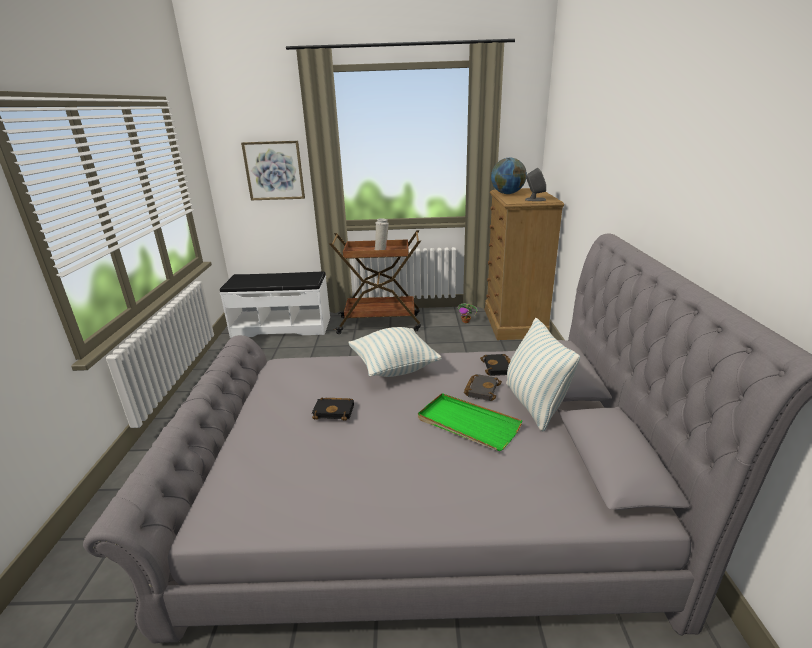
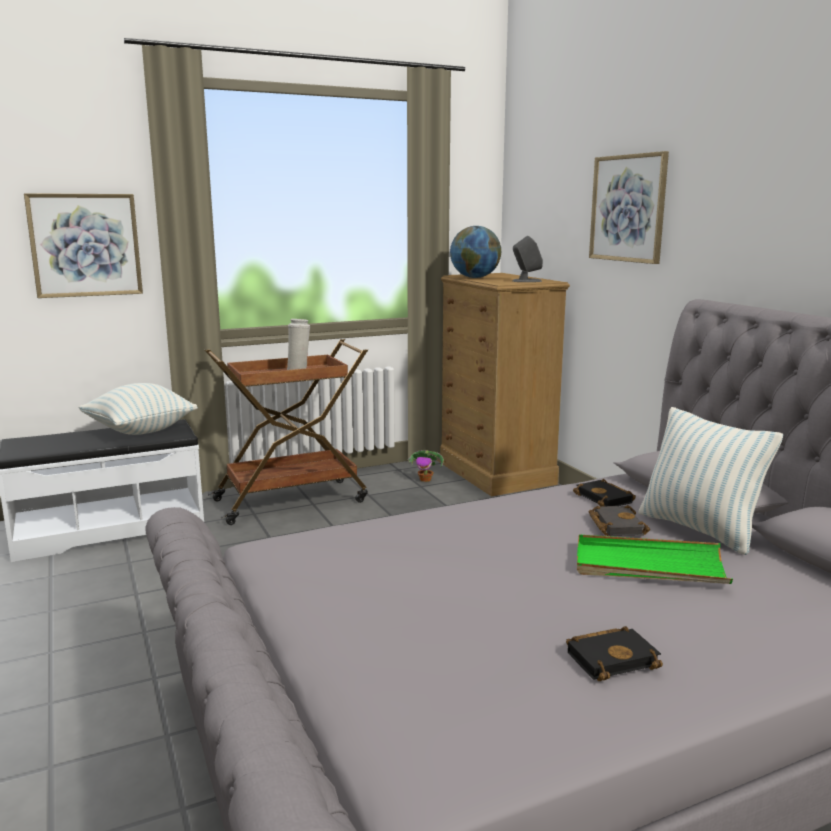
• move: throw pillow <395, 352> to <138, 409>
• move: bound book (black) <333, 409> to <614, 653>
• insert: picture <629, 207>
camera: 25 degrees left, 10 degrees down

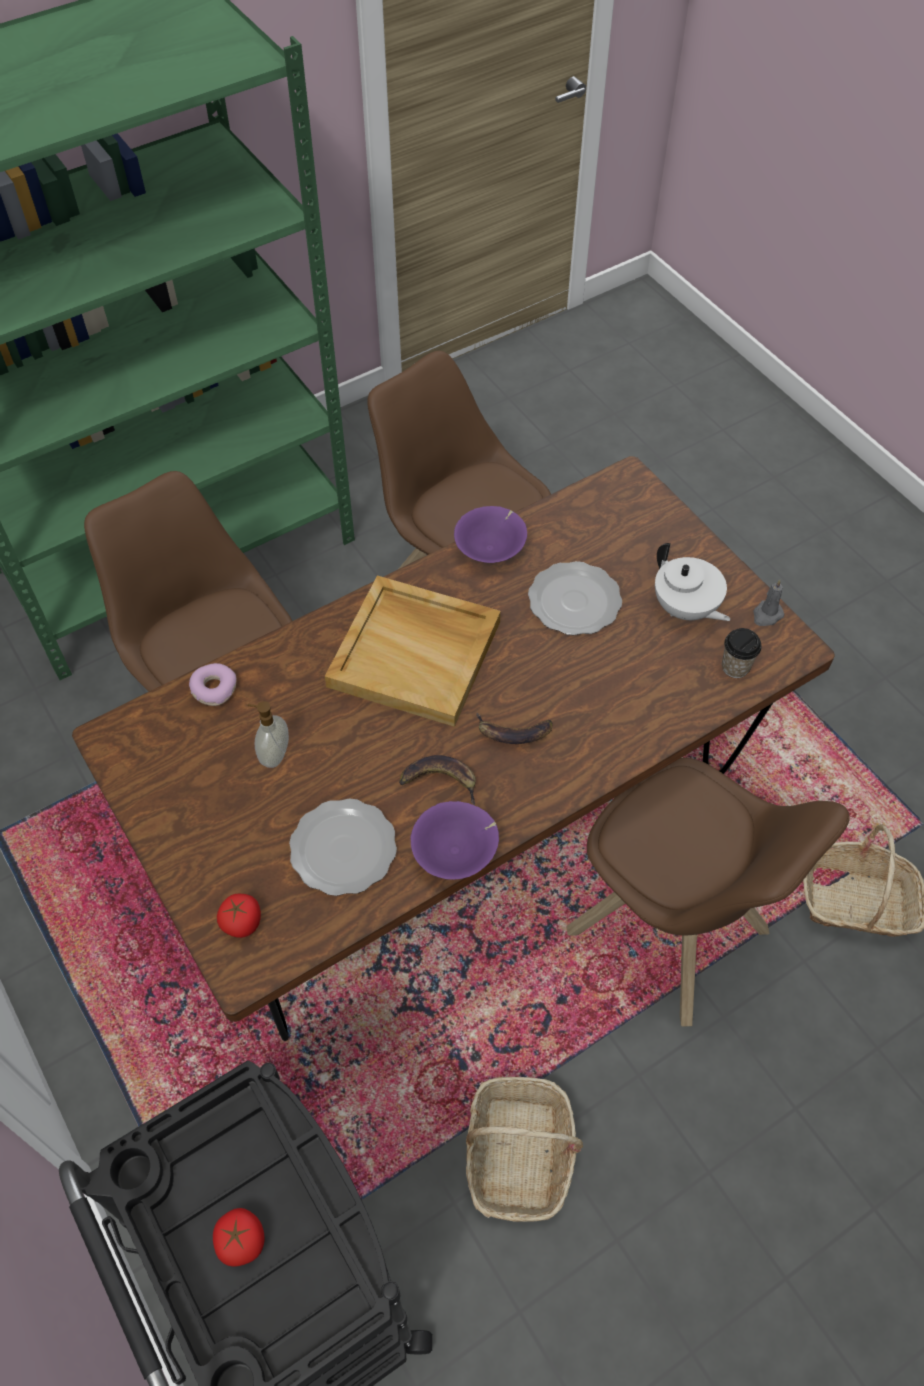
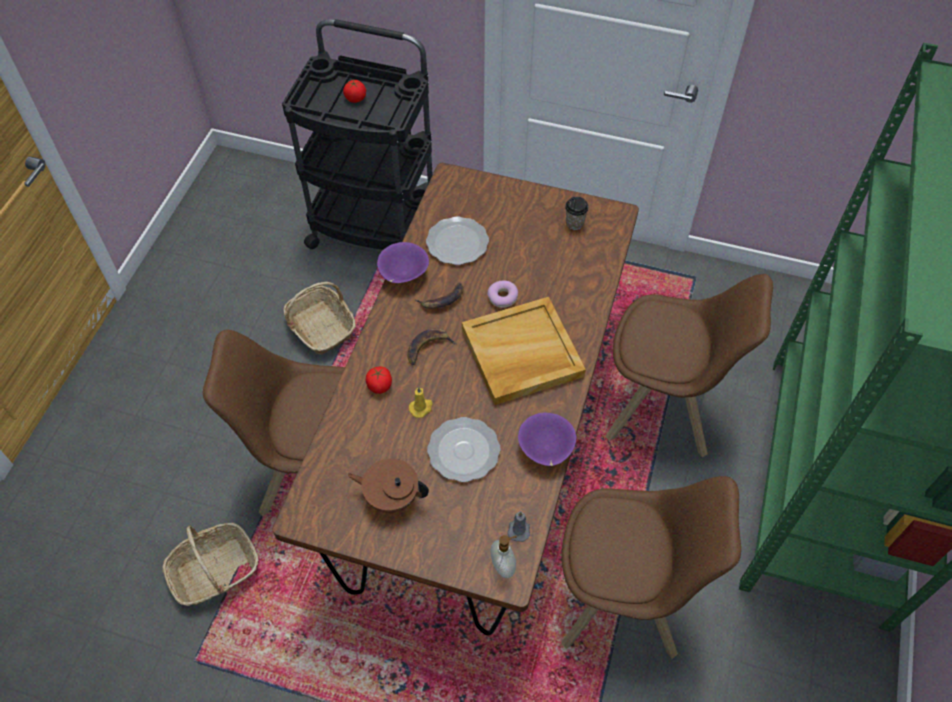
• recolor: tea pot (white) <692, 582> to tea pot (brown-coloured) <388, 486>
• move: wax candle (gray) <768, 603> to <518, 526>
• move: cup <742, 653> to <577, 213>
• move: doughnut <213, 684> to <502, 294>
• move: liquid soap bottle <268, 734> to <504, 556>
• move: fresh tomato <239, 916> to <379, 380>
• insert: wax candle (yellow-coloured) <421, 402>
camera: 140 degrees right, 0 degrees up

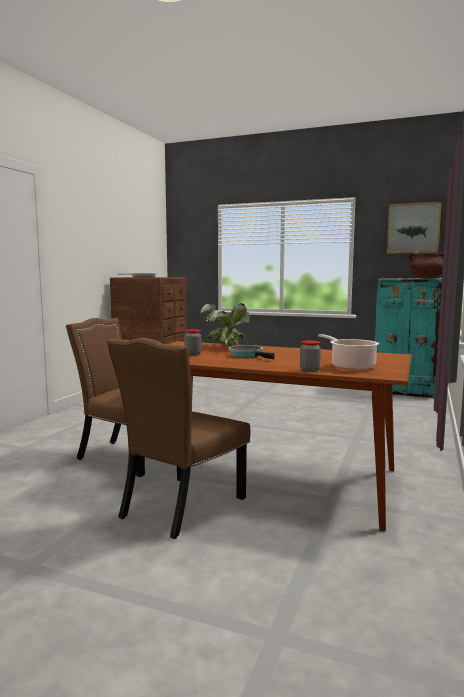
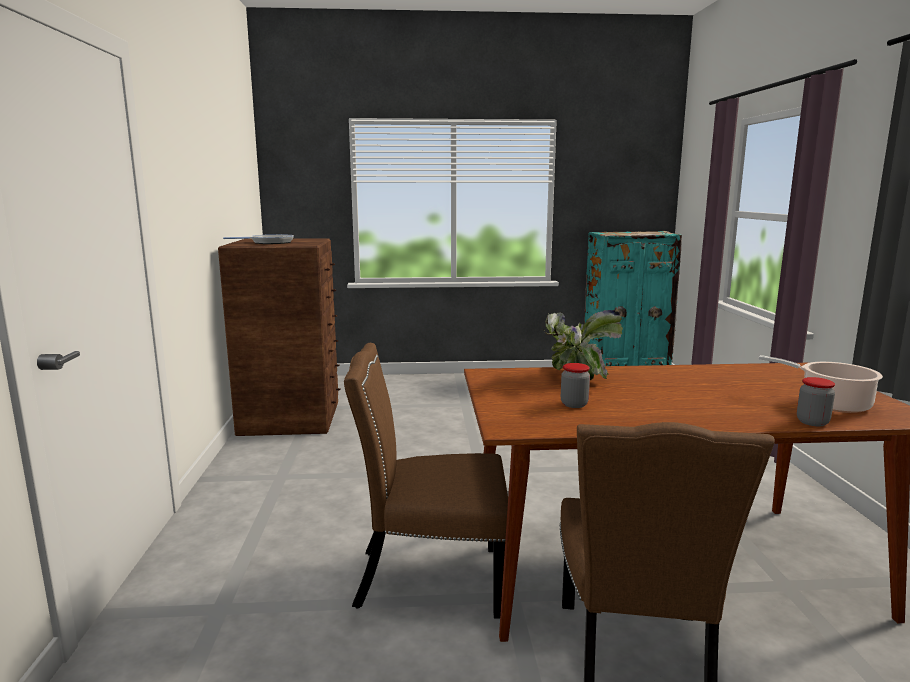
• delete: picture <414, 228>
• delete: saucepot (brown-coloured) <426, 265>
• delete: skillet <252, 352>
camera: 25 degrees left, 5 degrees up

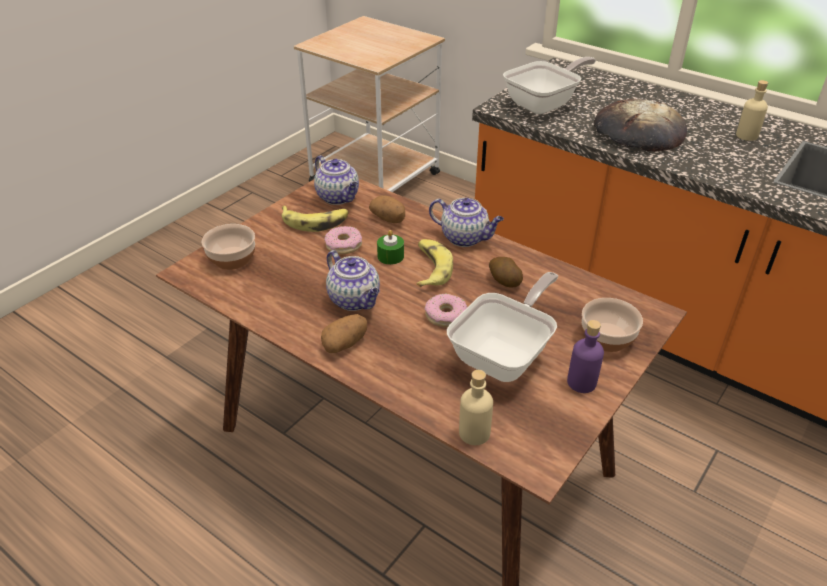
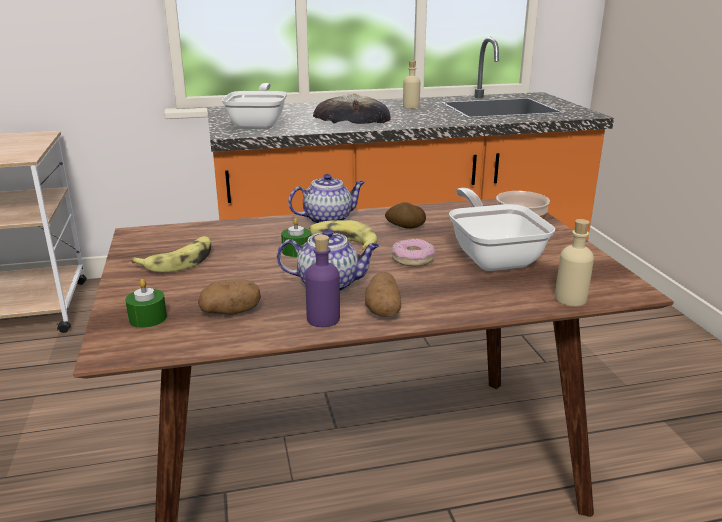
• delete: tea pot <336, 180>
• move: spud <387, 209> to <229, 297>
• replace: deep dish <228, 247> to wax candle (green) <146, 303>
• delete: doughnut <343, 240>
• move: drink bottle (purplish) <585, 356> to <322, 281>
camera: 50 degrees left, 15 degrees down

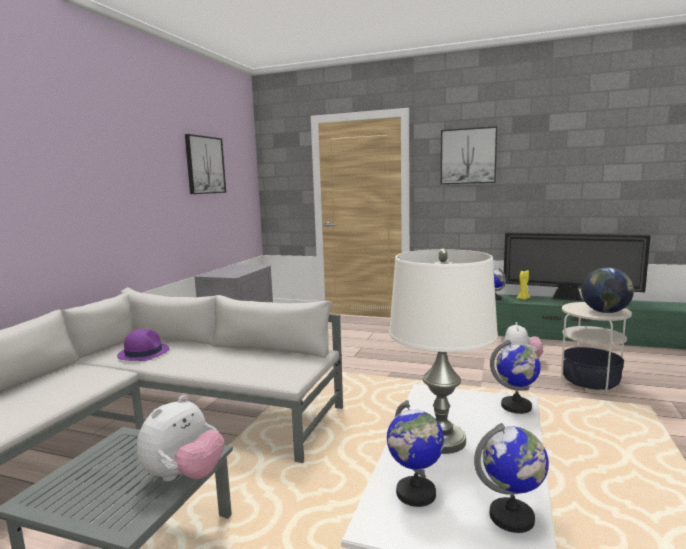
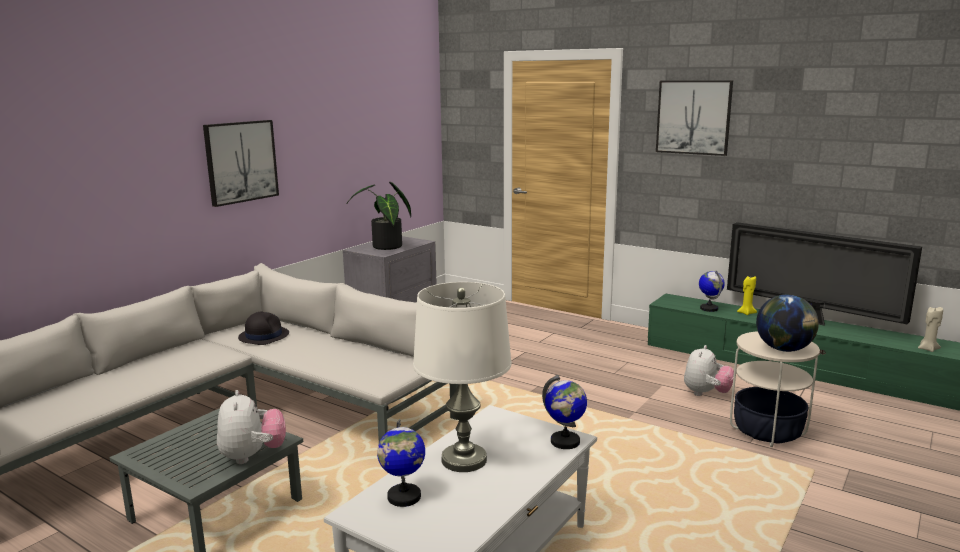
• move: picture <205, 164> to <241, 163>
• recolor: wearable hat (purplish) <143, 345> to wearable hat (black) <263, 328>
• rotate: plush toy <181, 438> = <251, 427> 60 degrees counterclockwise
• delete: world globe <511, 478>
• insert: plant in a pot <379, 216>
• insert: wax candle (sand-coloured) <930, 329>
camera: 15 degrees right, 5 degrees up

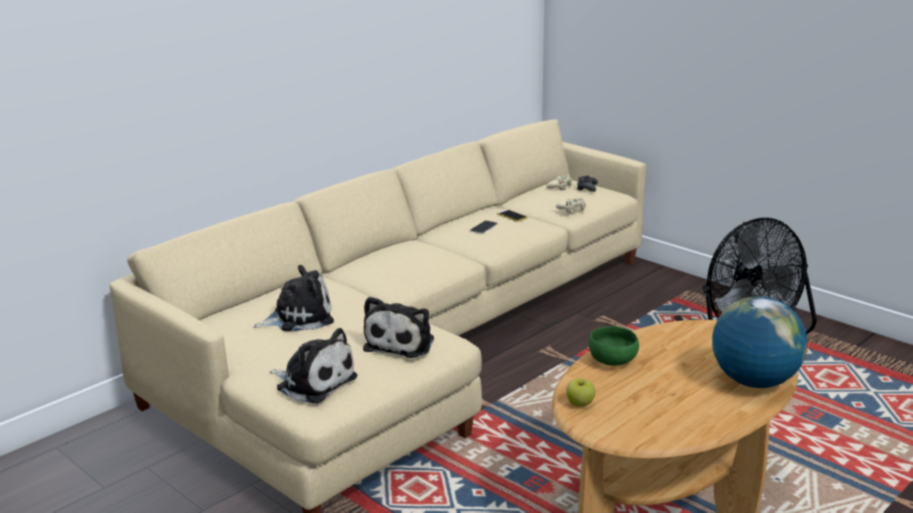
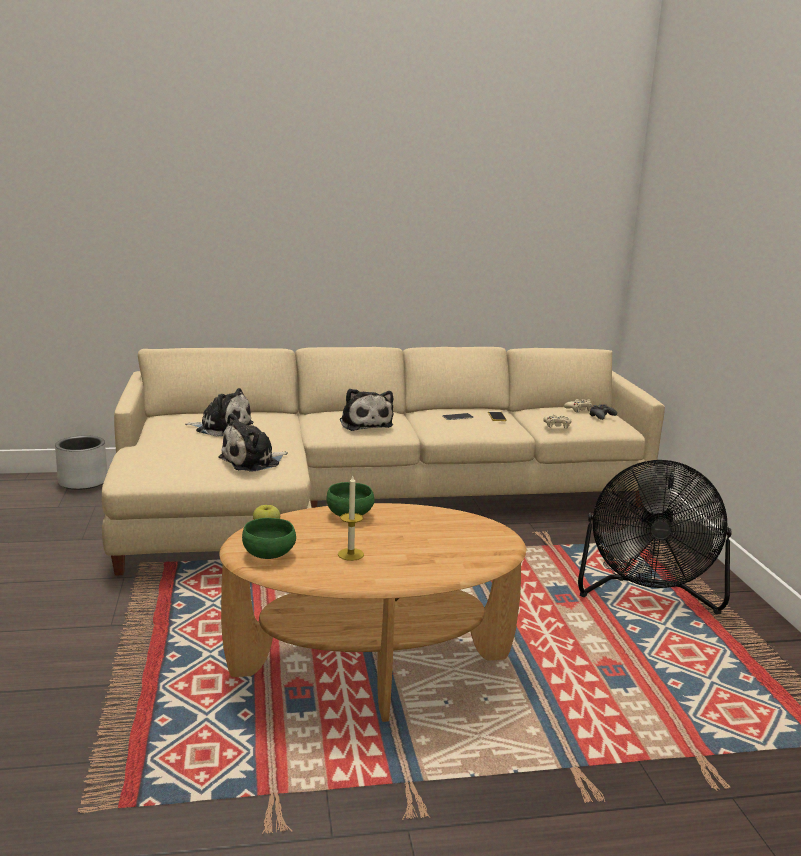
• delete: world globe <760, 342>
• move: plush toy <313, 365> to <366, 410>
• insert: flower pot (gray) <81, 462>
• insert: wax candle <351, 518>
• insert: deep dish (green) <269, 538>
camera: 35 degrees right, 5 degrees down

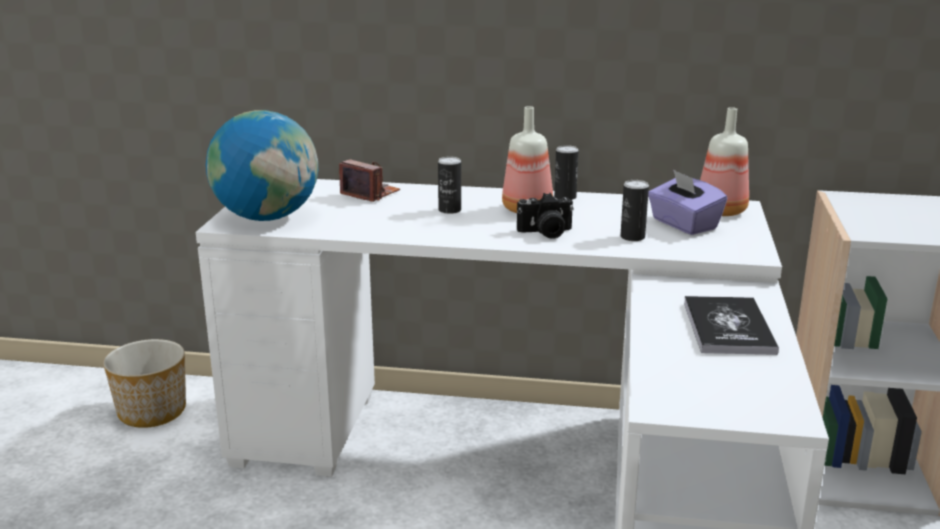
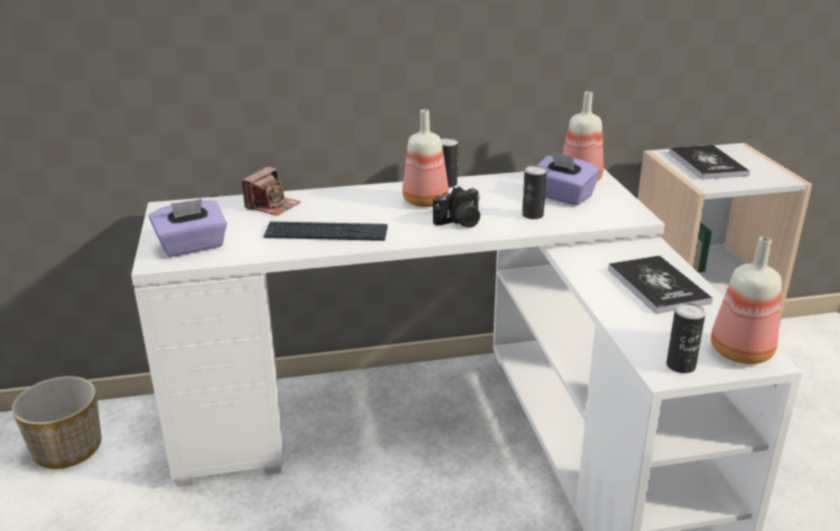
• replace: world globe <262, 165> to tissue box (purplish) <188, 228>
• move: can <449, 185> to <685, 338>
• rotate: still camera <369, 180> = <271, 191> 105 degrees clockwise
• insert: bound book <709, 162>
• insert: keyboard <325, 231>
• insert: drink bottle <746, 300>
camera: 20 degrees left, 5 degrees up

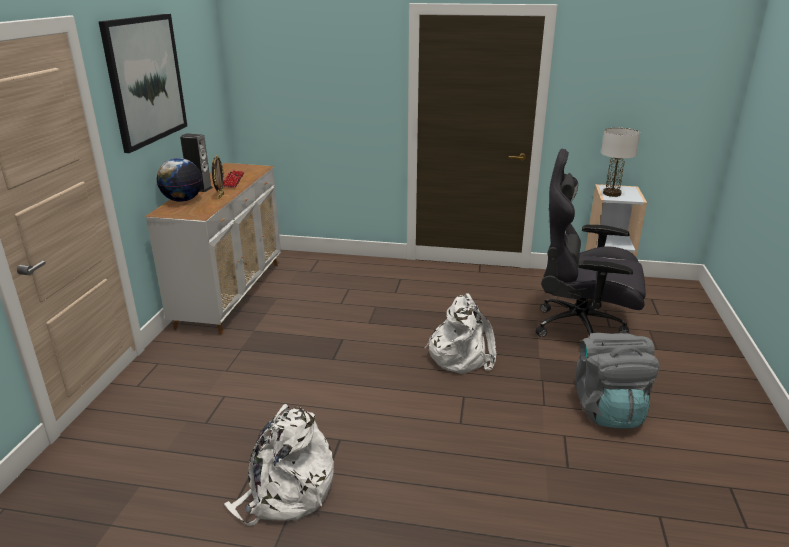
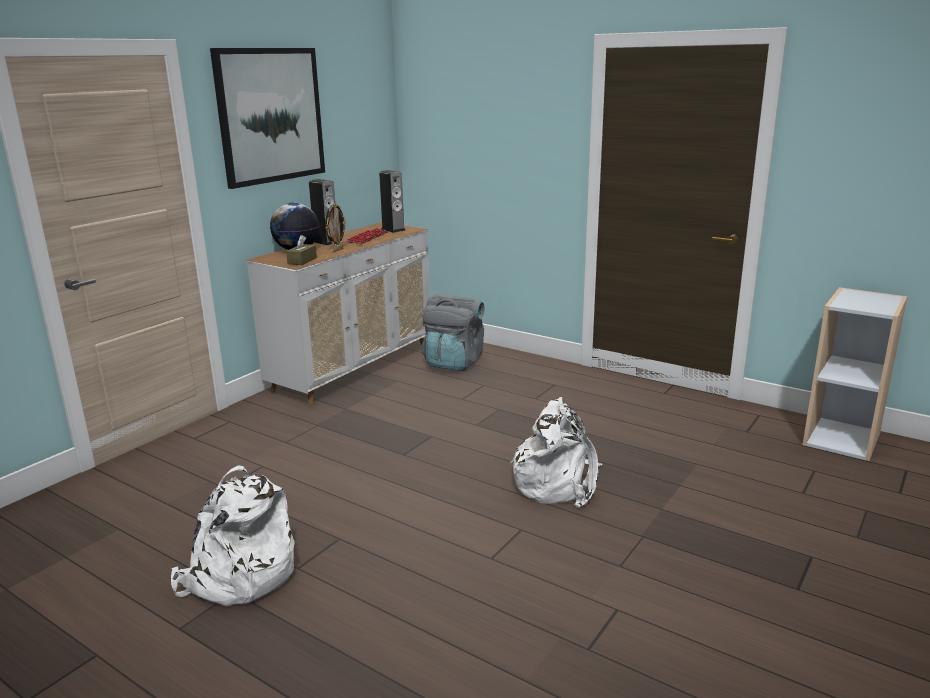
• delete: tabletop lamp <620, 162>
• delete: computer chair (black) <591, 243>
• move: knapsack (gray) <618, 381> to <452, 332>
• insert: loudspeaker <392, 201>
• insert: tissue box (brown-coloured) <301, 250>
camera: 25 degrees right, 5 degrees down

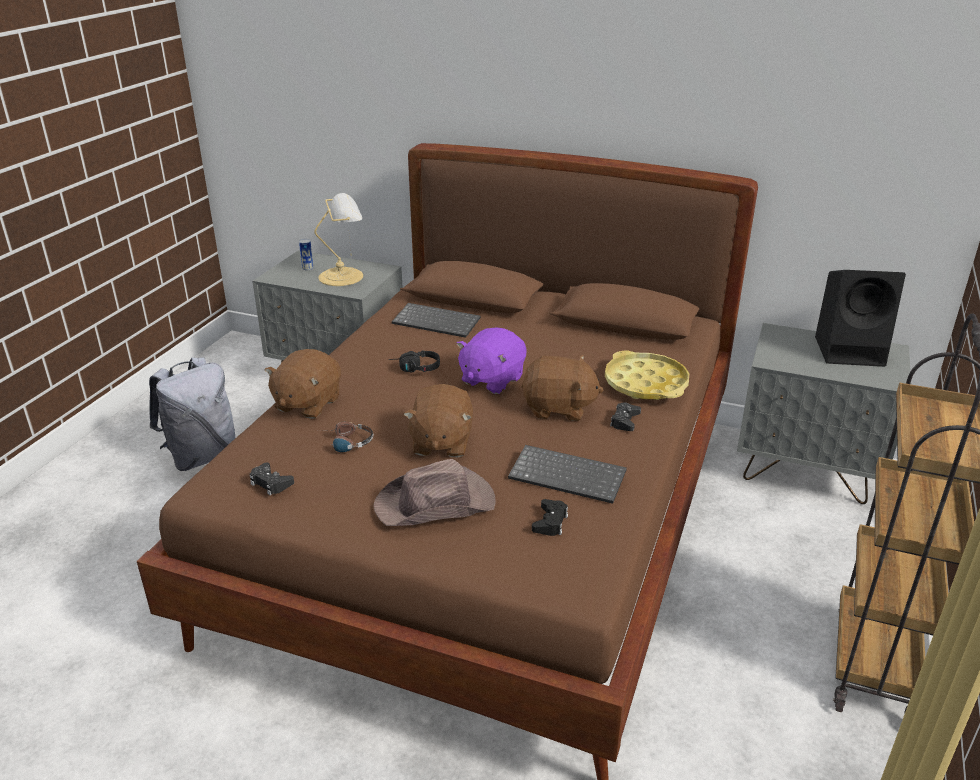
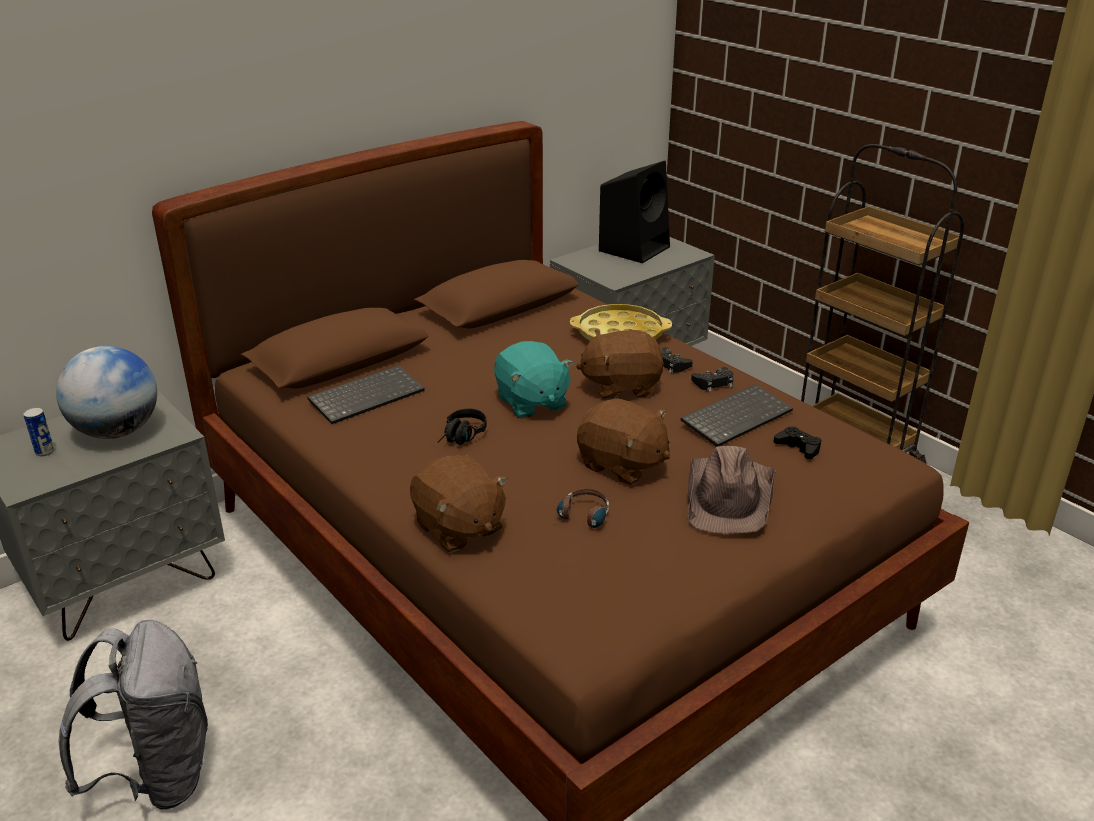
• replace: tabletop lamp <338, 239> to world globe <106, 392>
• recolor: plush toy (purplish) <491, 360> to plush toy (turquoise-coloured) <534, 379>
• rotate: plush toy (brown-coloured) <562, 388> = <619, 364> 135 degrees counterclockwise
• move: game controller (black) <272, 479> to <712, 379>
camera: 60 degrees left, 0 degrees up

